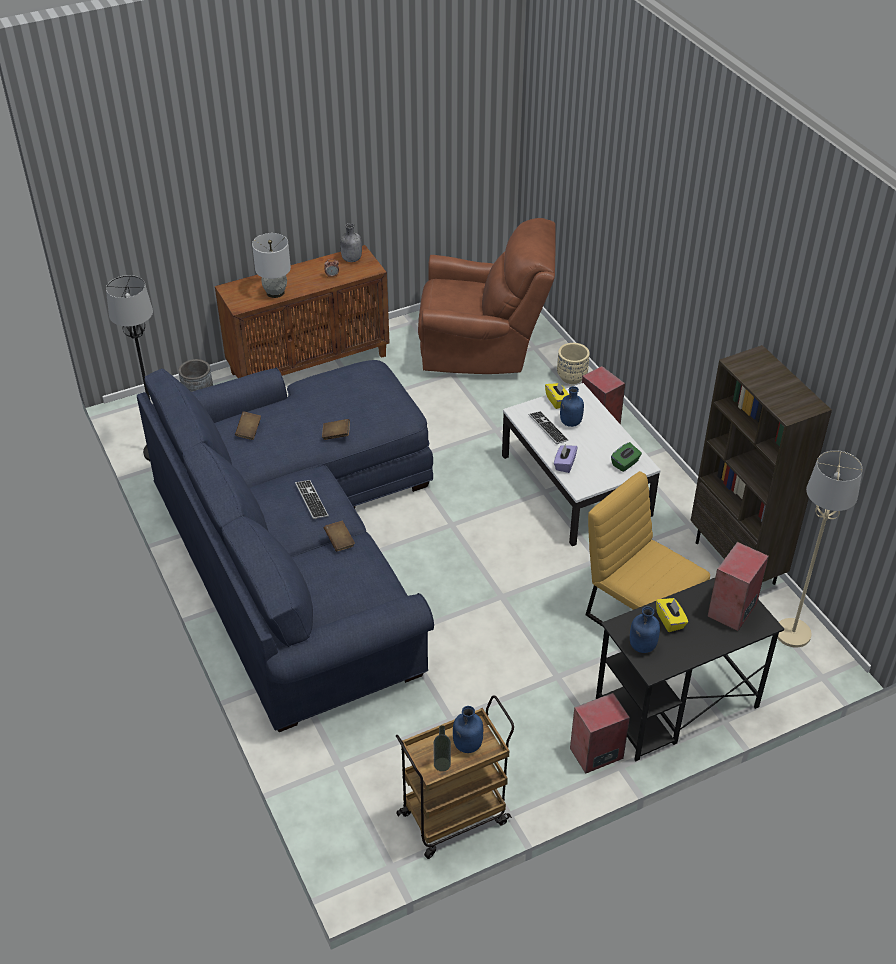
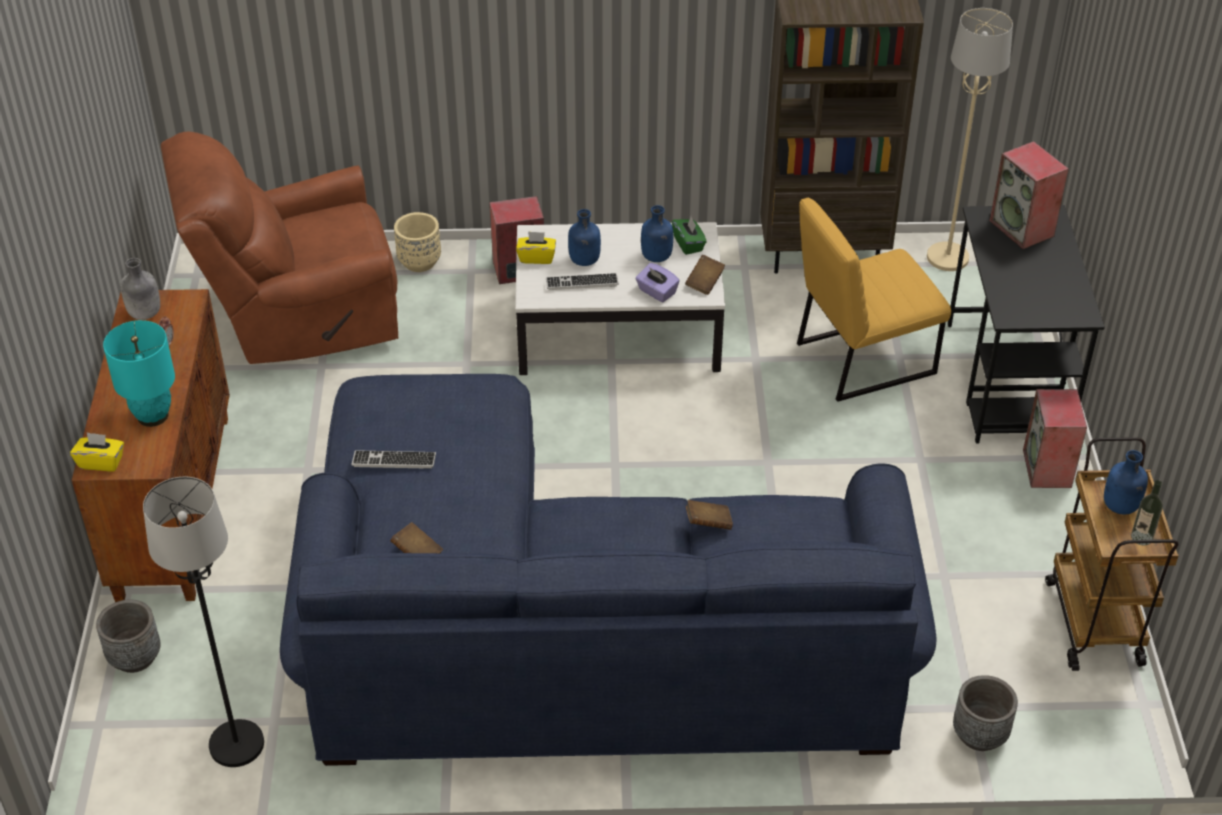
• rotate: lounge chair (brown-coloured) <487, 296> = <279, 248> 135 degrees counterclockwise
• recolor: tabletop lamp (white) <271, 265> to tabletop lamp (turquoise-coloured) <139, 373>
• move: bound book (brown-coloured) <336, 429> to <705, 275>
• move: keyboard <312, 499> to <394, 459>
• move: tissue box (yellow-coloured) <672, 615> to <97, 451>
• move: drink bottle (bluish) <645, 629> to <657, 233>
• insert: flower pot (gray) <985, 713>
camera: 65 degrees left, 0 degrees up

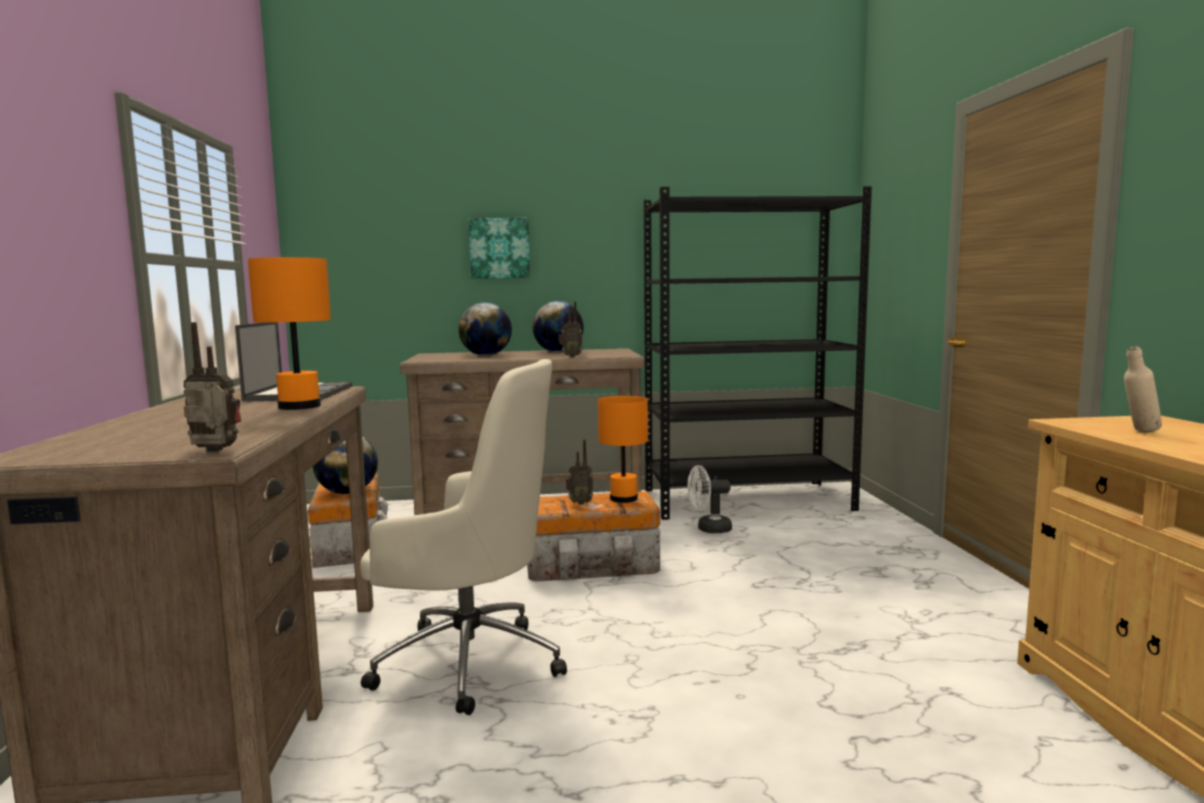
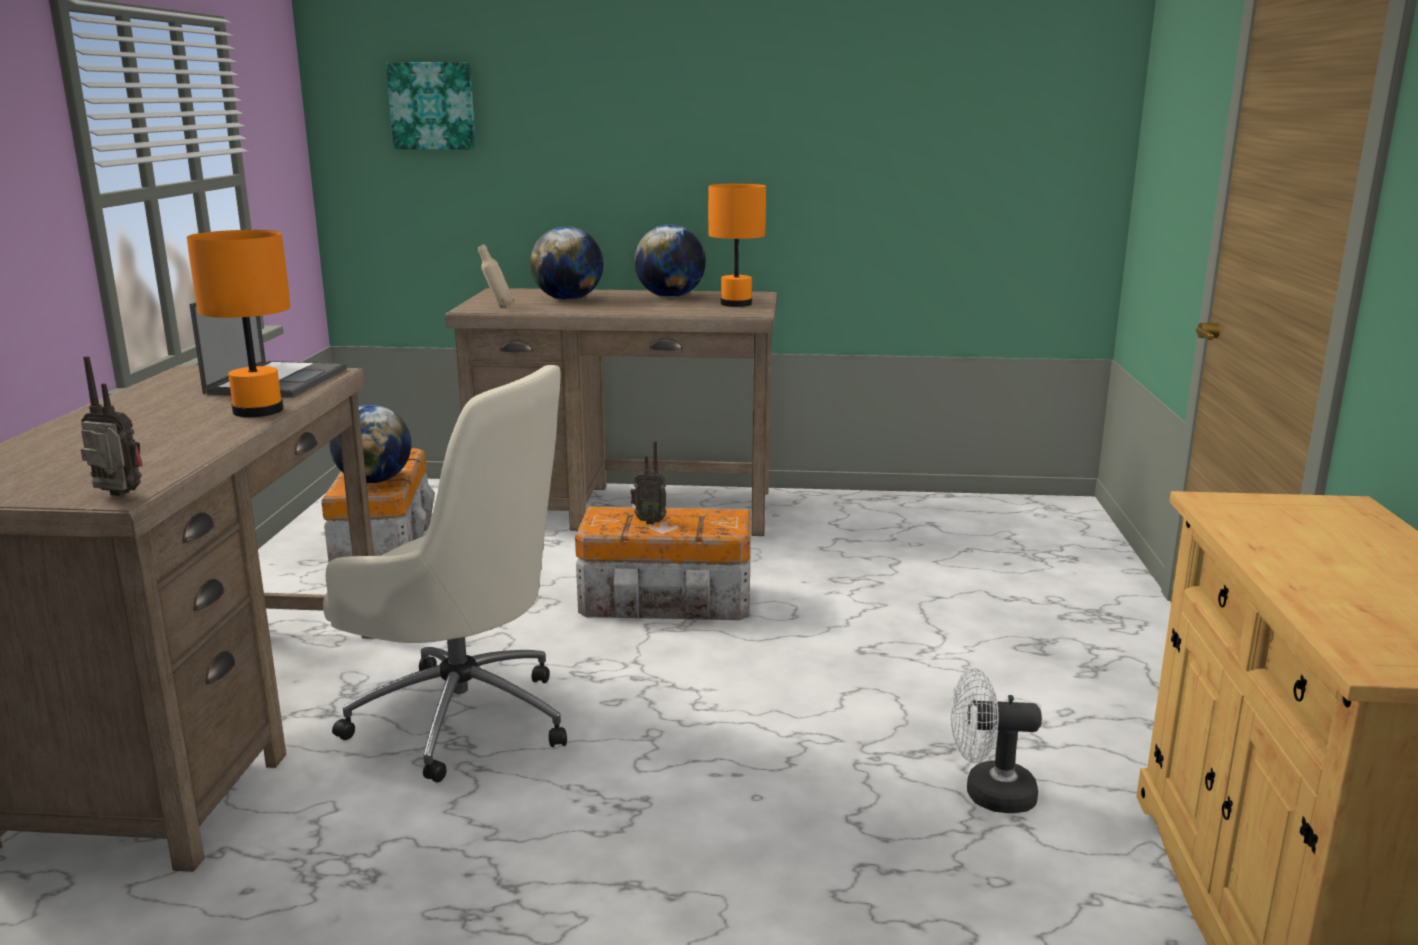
• delete: bookshelf (black) <758, 353>
• move: picture <499, 248> to <431, 106>
• delete: radio set <571, 329>
• move: drink bottle (sand-coloured) <1143, 389> to <495, 276>
• move: tabletop lamp (orange) <623, 449> to <737, 245>
• move: cooling fan (white) <710, 499> to <996, 740>
camera: 10 degrees right, 10 degrees up

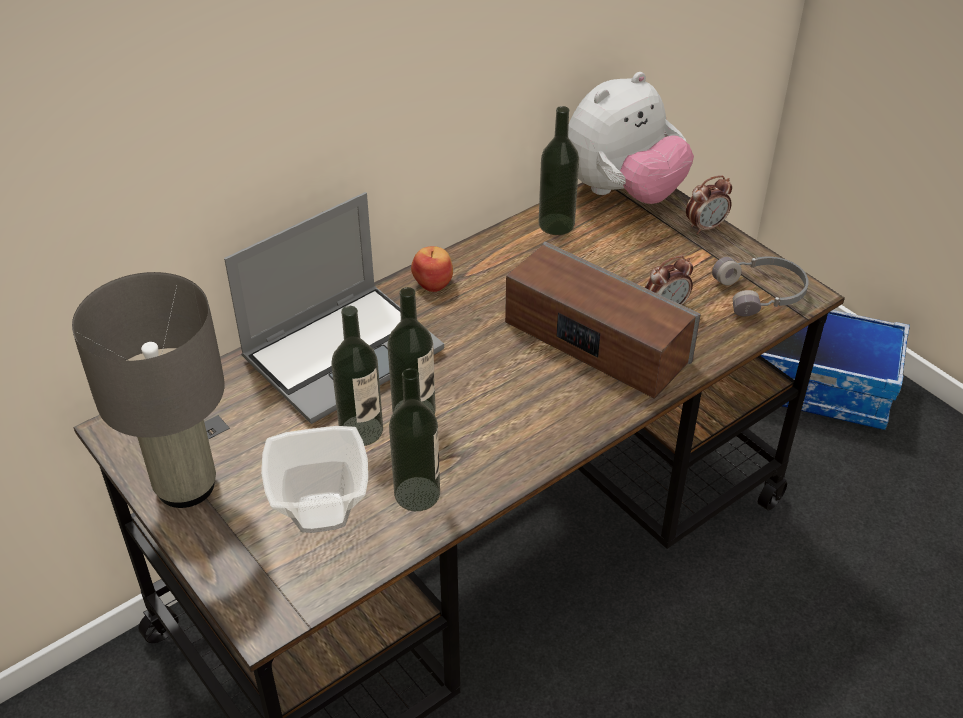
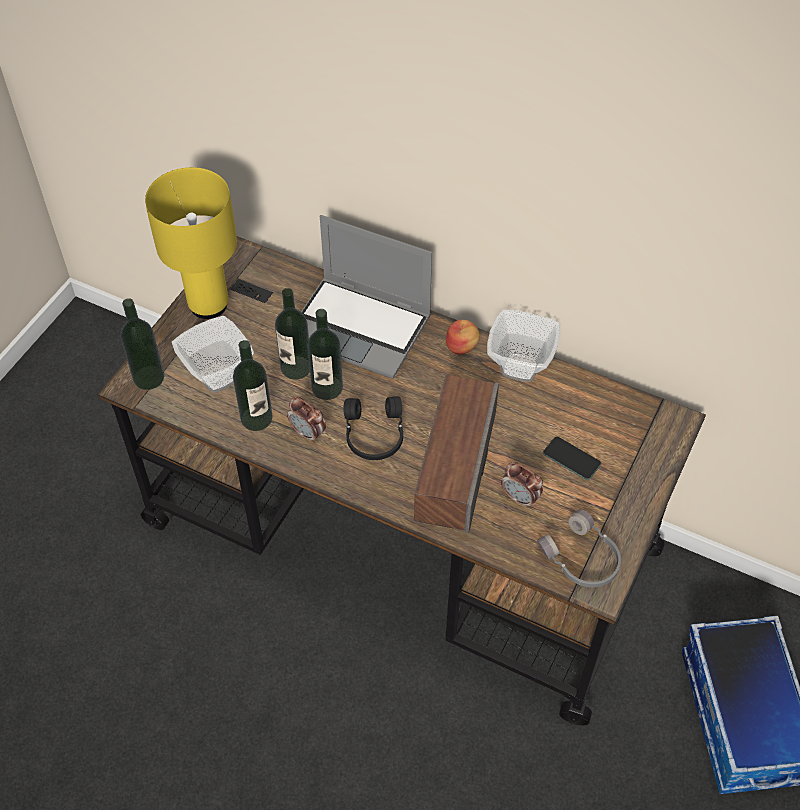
• delete: plush toy <631, 138>
• move: drink bottle <559, 170> to <142, 344>
• move: alarm clock <709, 204> to <306, 420>
• recolor: tabletop lamp (gray) <148, 390> to tabletop lamp (yellow-coloured) <191, 243>
• insert: deep dish <523, 346>
• insert: headphones (black) <373, 428>
• insert: phone <572, 458>
camera: 65 degrees right, 10 degrees up

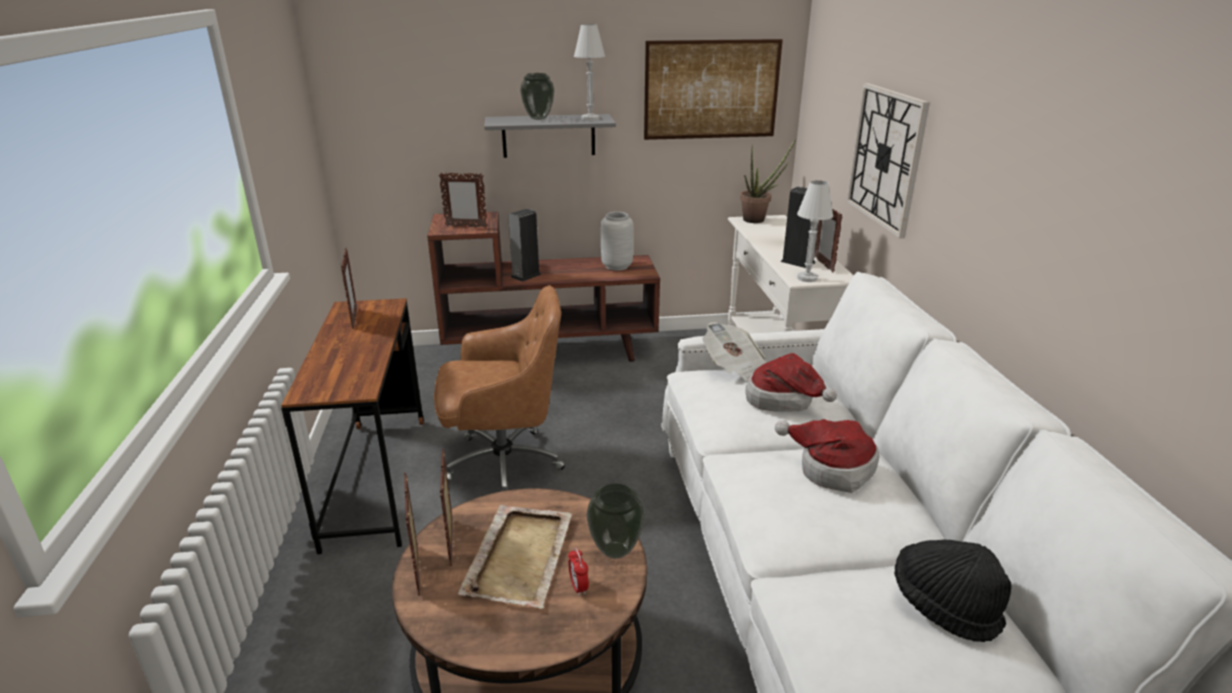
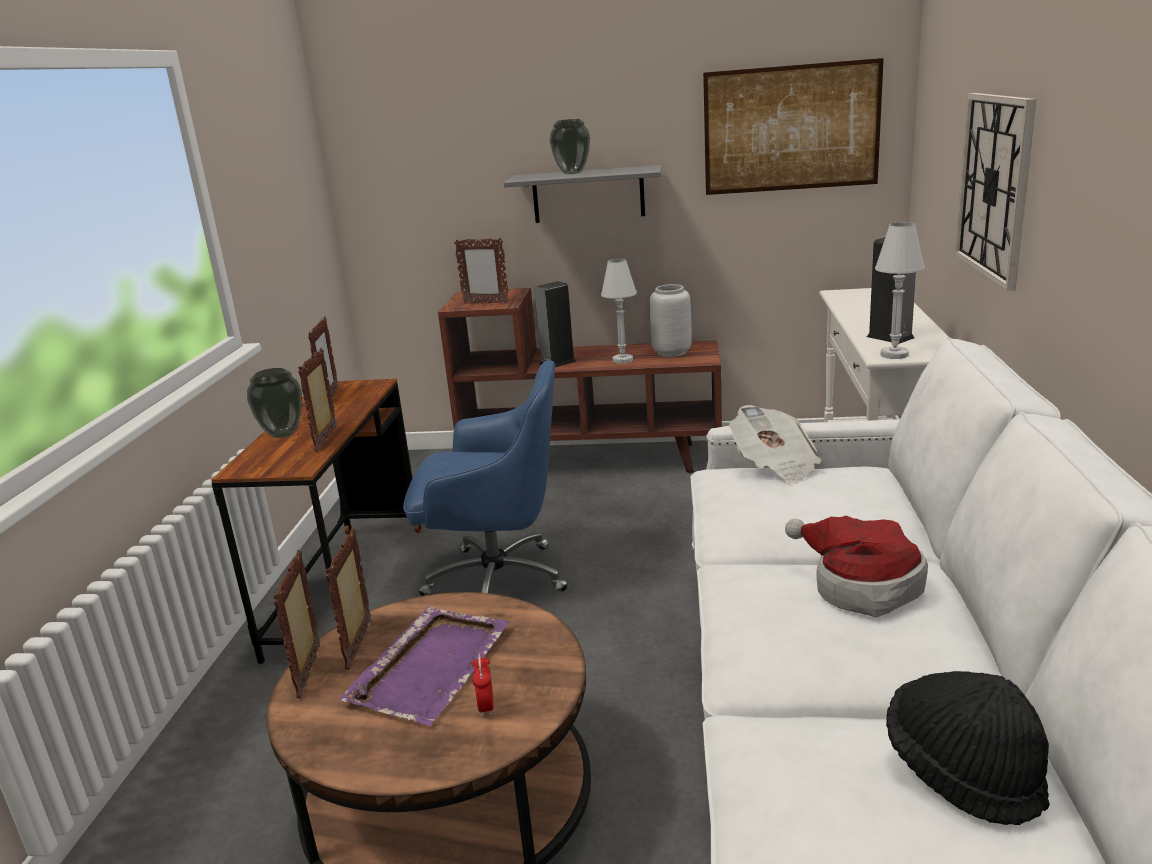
• move: tabletop lamp (white) <589, 72> to <619, 311>
• delete: plant in a pot <768, 181>
• move: picture frame <828, 240> to <317, 400>
• recolor: computer chair (brown-coloured) <499, 388> to computer chair (bluish) <485, 477>
• delete: wearable hat <791, 382>
• move: vase <615, 521> to <274, 403>
• recolor: tray (sand-coloured) <515, 557> to tray (purplish) <424, 666>
camera: 15 degrees right, 5 degrees down

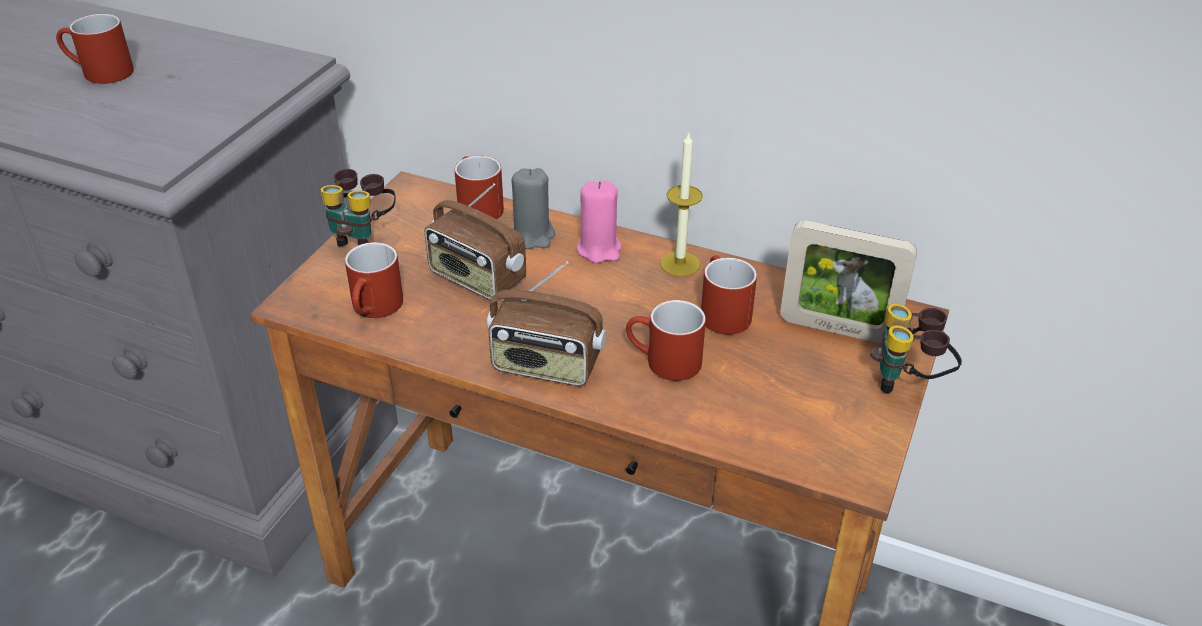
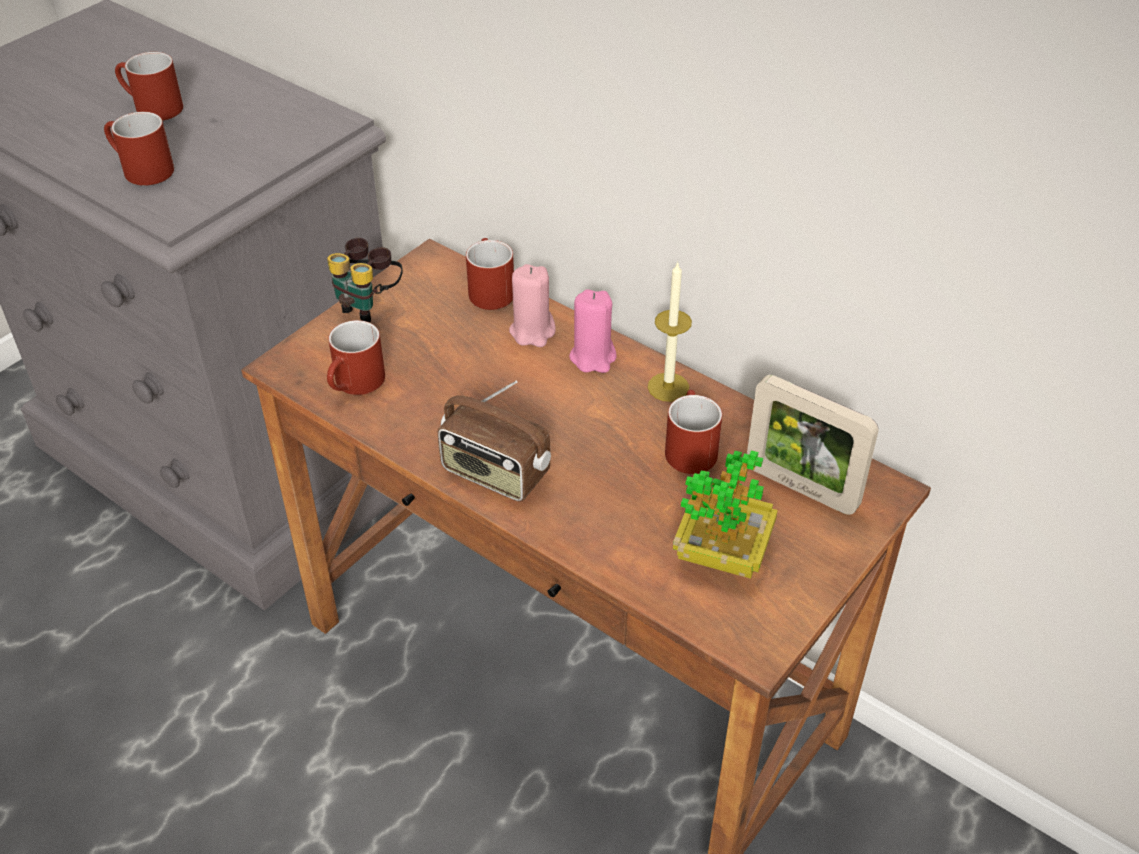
• recolor: wax candle (gray) <533, 208> to wax candle (pinkish) <532, 305>
• delete: radio set <475, 241>
• move: coffee mug (red) <666, 340> to <139, 149>
• delete: binoculars <916, 349>
• insert: plant in a pot <725, 514>
camera: 15 degrees right, 5 degrees up

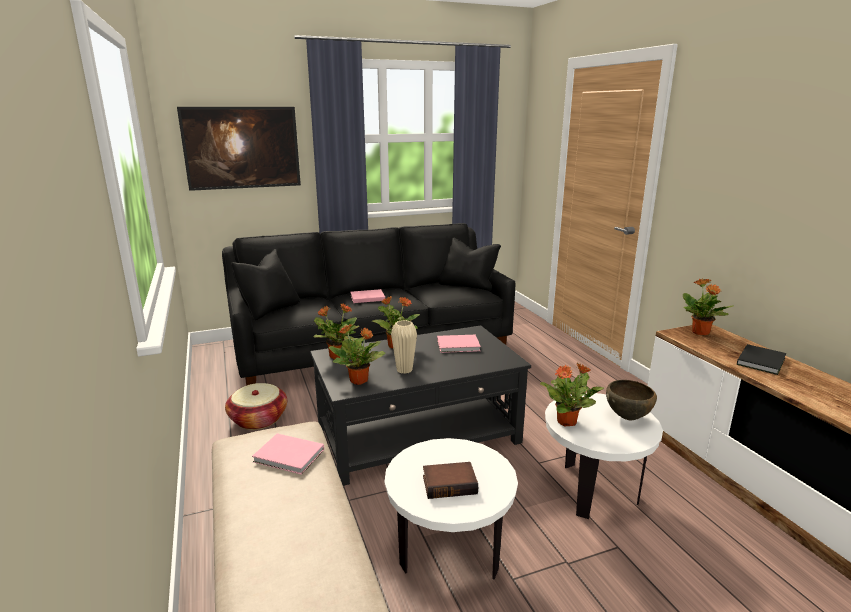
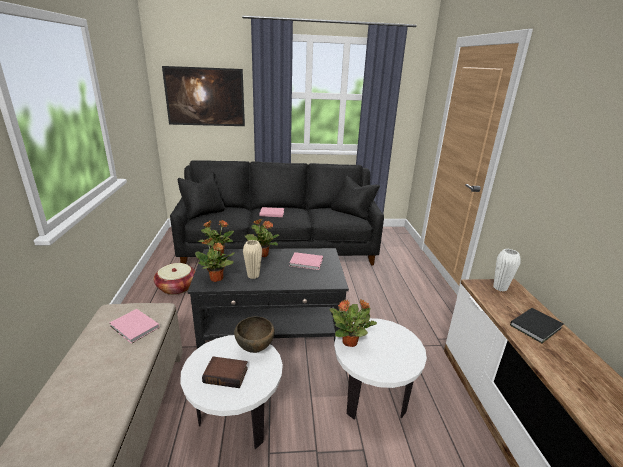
• replace: plant in a pot <708, 306> to vase (white) <507, 270>
• move: deep dish (brown-coloured) <631, 400> to <254, 334>
camera: 15 degrees right, 5 degrees up

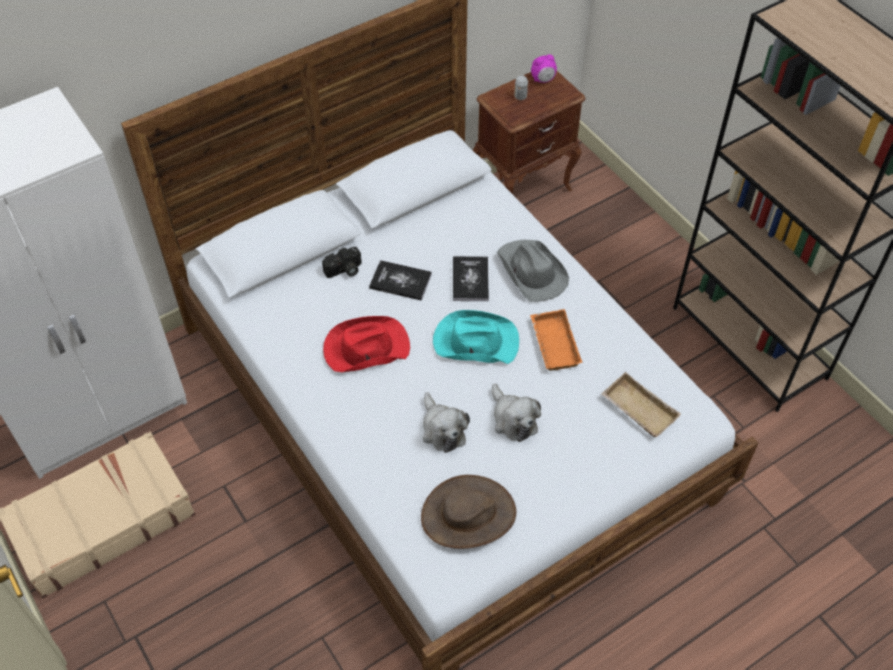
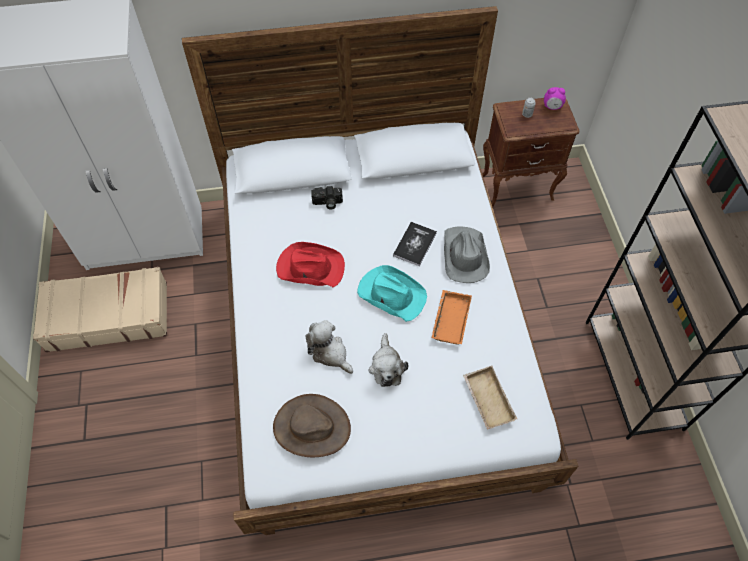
• delete: bound book <400, 280>
• rotate: plush toy <446, 422> = <329, 347> 135 degrees clockwise
camera: 25 degrees right, 5 degrees up

